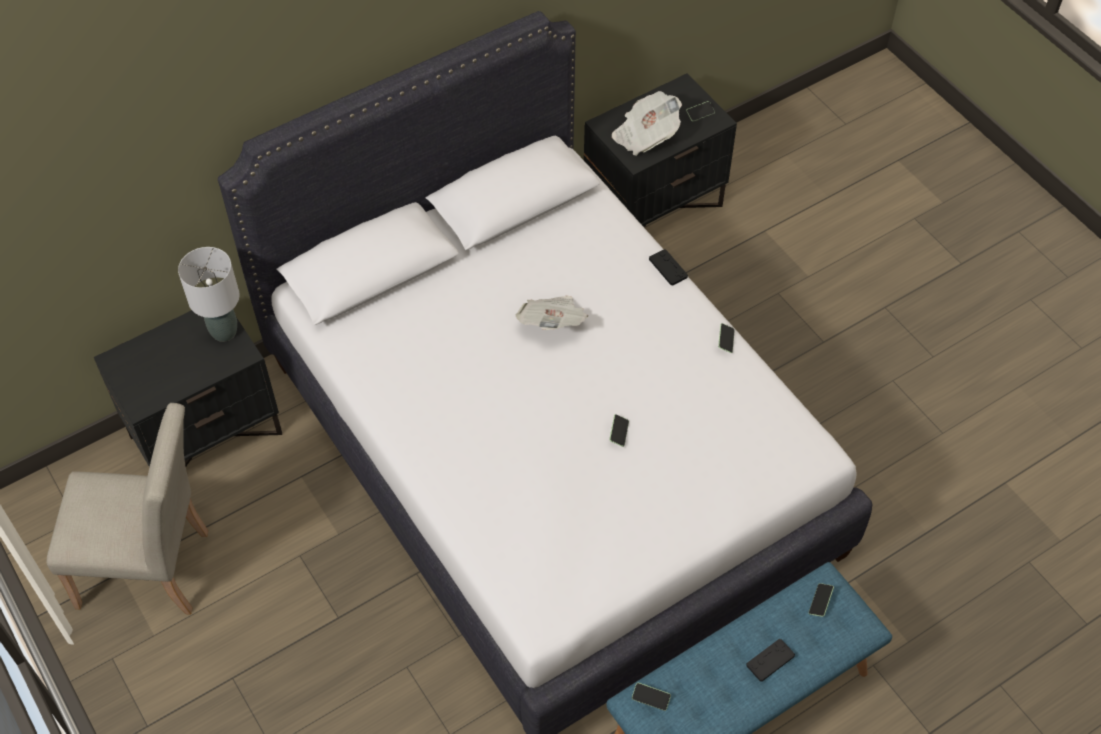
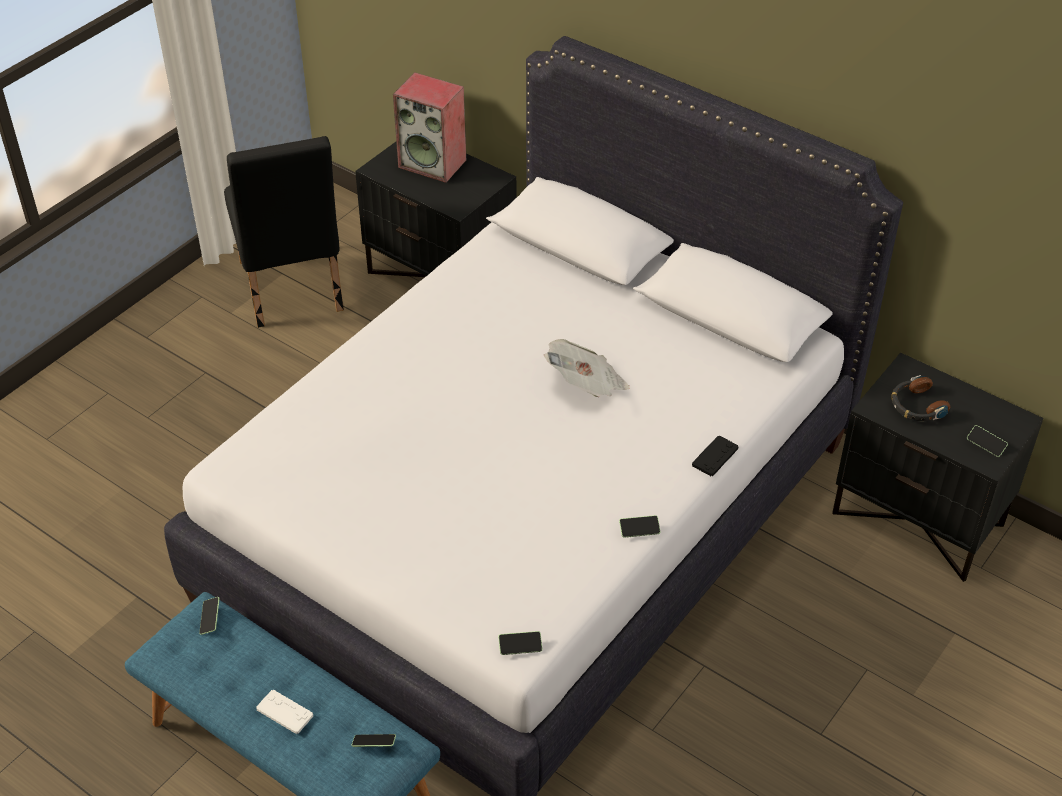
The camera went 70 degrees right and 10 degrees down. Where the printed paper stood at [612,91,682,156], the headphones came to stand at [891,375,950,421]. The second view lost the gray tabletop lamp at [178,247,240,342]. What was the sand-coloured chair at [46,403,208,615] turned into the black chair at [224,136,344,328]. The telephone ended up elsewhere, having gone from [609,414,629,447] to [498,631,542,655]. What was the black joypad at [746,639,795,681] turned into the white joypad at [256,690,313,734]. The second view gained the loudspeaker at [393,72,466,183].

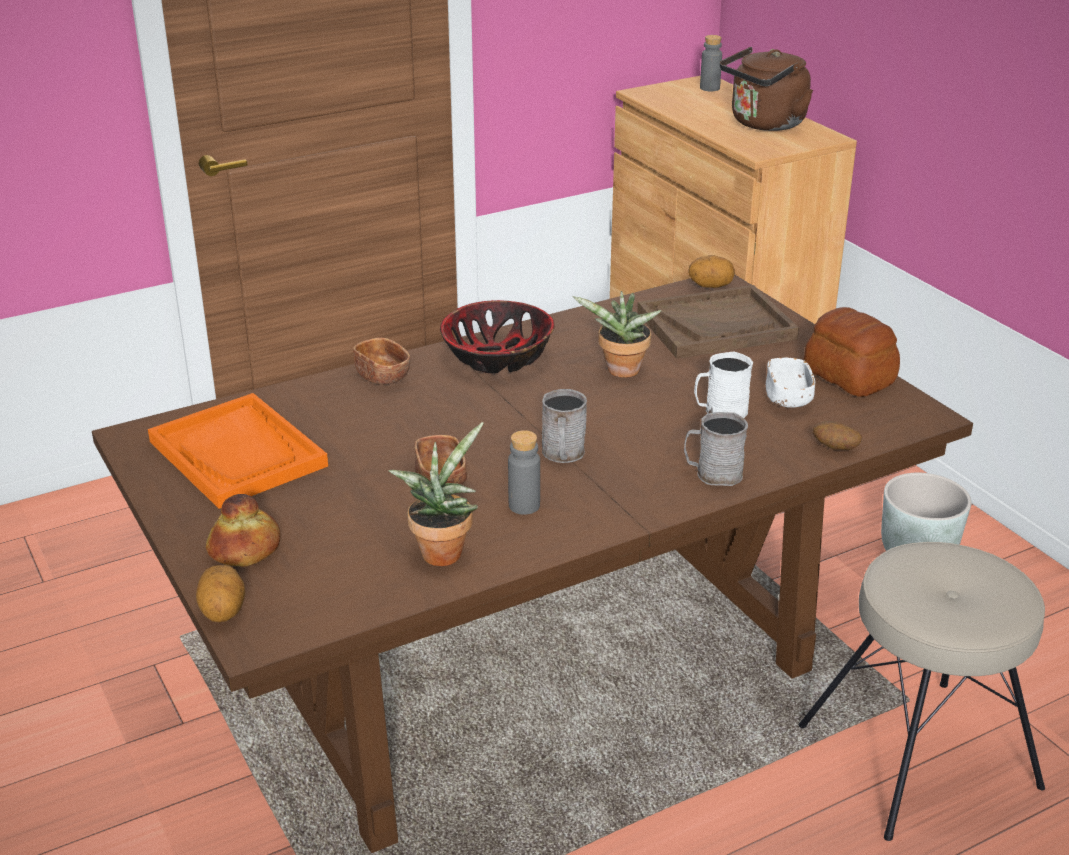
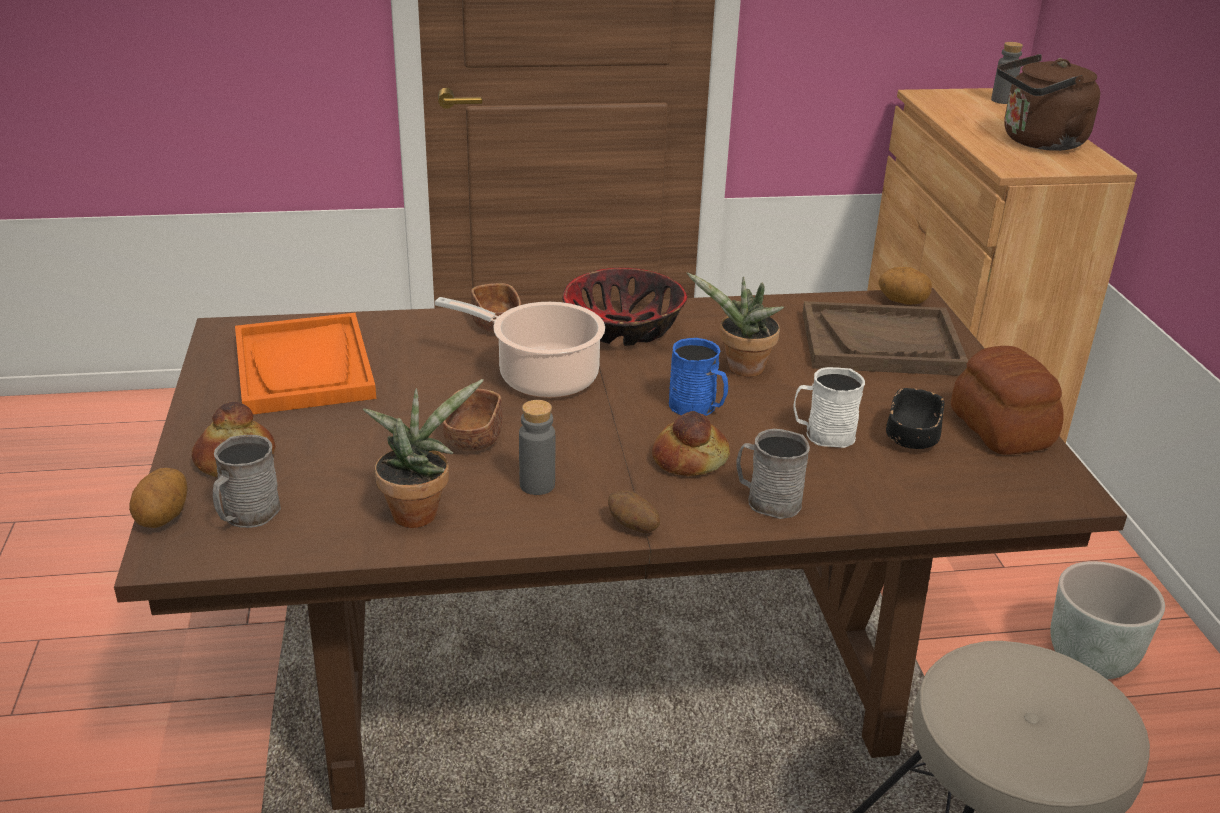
The camera went 20 degrees right and 0 degrees up. What was the white bowl at [766,358,815,408] turned into the black bowl at [886,388,944,449]. The gray mug ended up elsewhere, having gone from [542,389,587,463] to [213,435,281,528]. The whole potato ended up elsewhere, having gone from [813,421,862,450] to [608,491,660,533]. The second view gained the cooking pot at [435,297,605,398]. The second view gained the blue-coloured mug at [669,338,728,416]. The second view gained the bakery bread at [652,411,730,476].

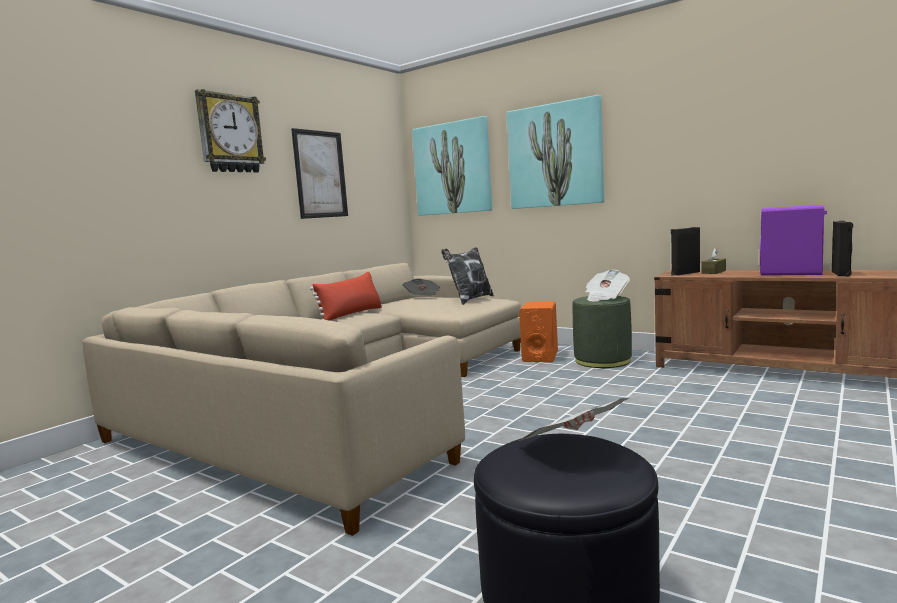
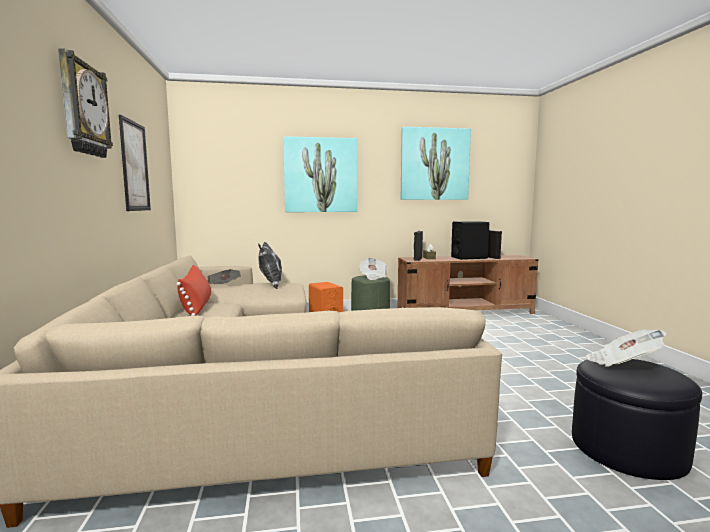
The camera went 45 degrees left and 0 degrees up. The picture ended up elsewhere, having gone from [412,116,492,216] to [401,127,471,200]. What was the purple-coloured loudspeaker at [760,205,827,276] turned into the black loudspeaker at [451,221,489,260].

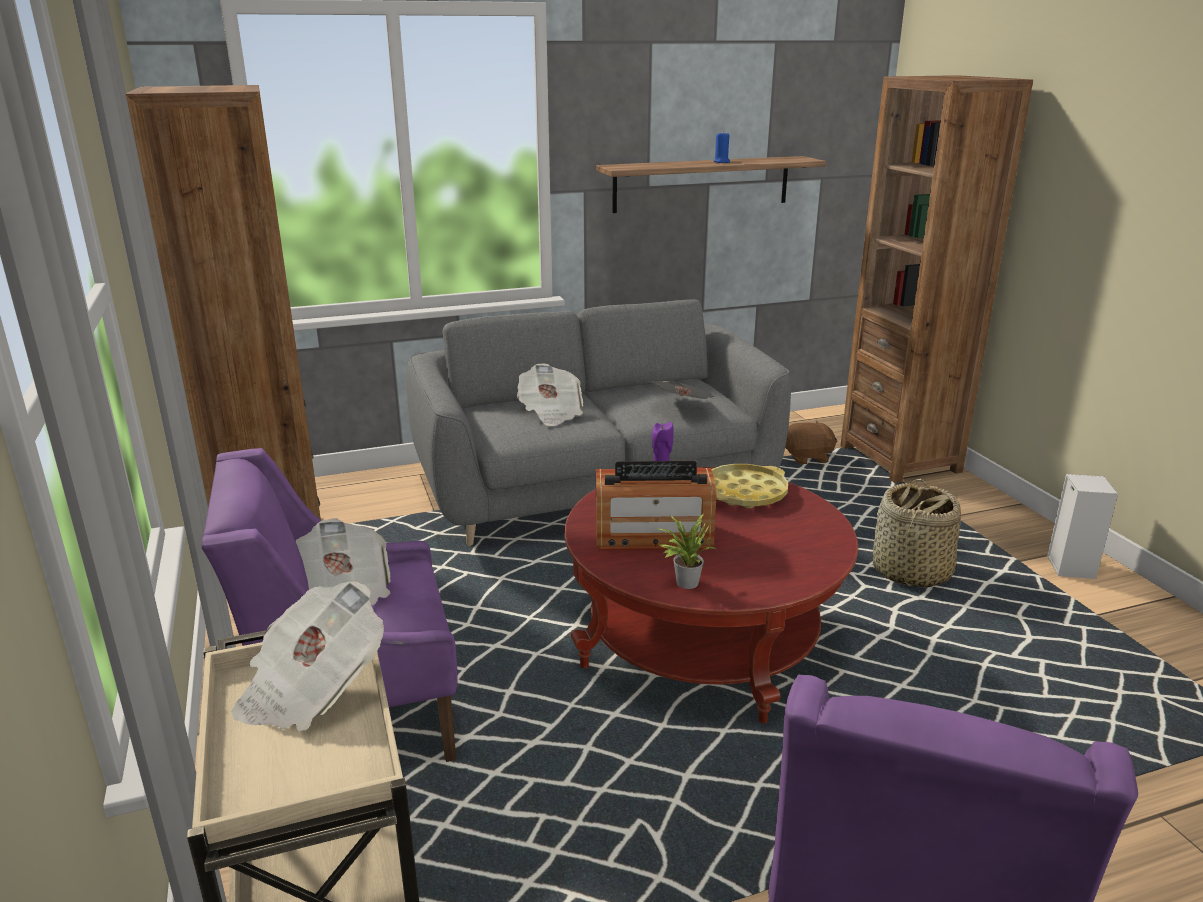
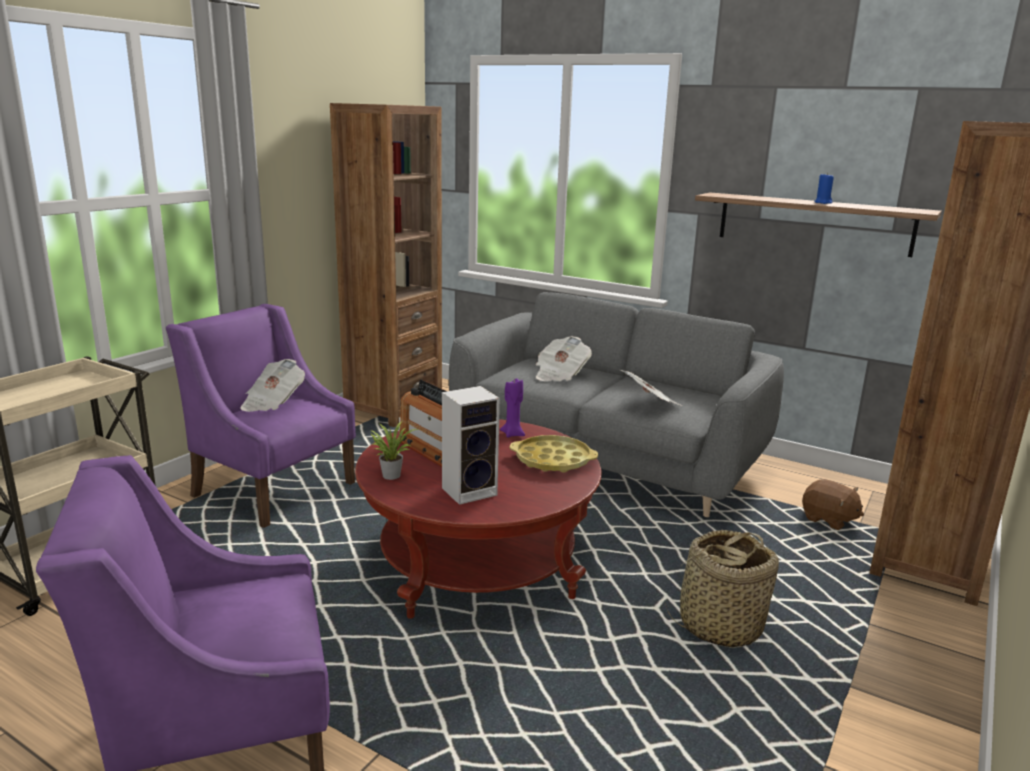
The camera went 50 degrees right and 5 degrees down. The loudspeaker ended up elsewhere, having gone from [1047,474,1118,579] to [442,386,500,505]. The second view lost the printed paper at [232,581,384,731].

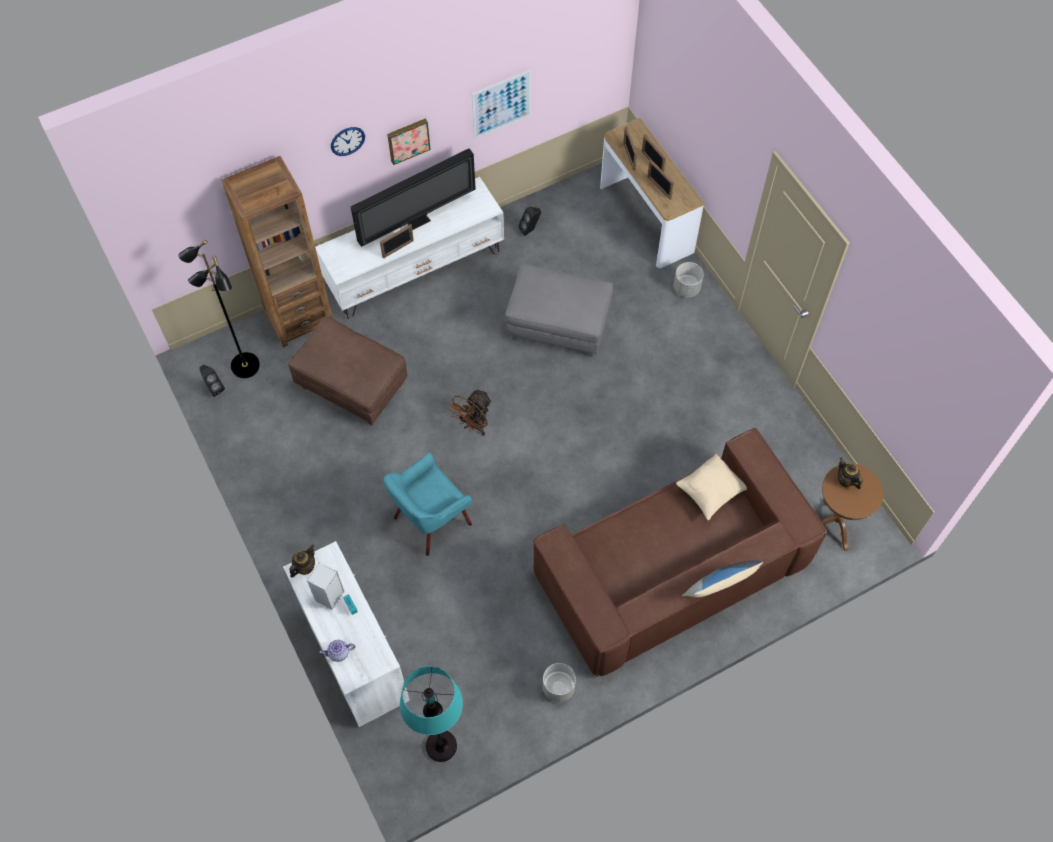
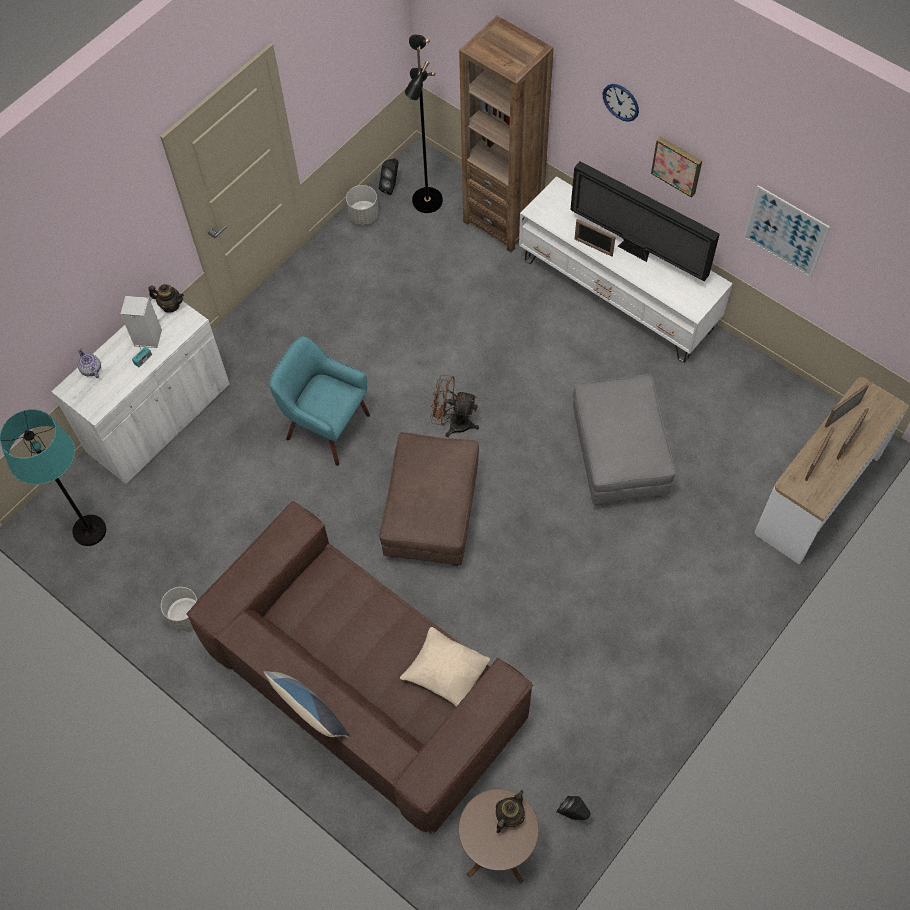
The camera went 70 degrees right and 0 degrees up. The black loudspeaker ended up elsewhere, having gone from [518,207,541,236] to [556,796,591,820]. The gray flower pot ended up elsewhere, having gone from [674,262,704,297] to [346,185,379,225]. The brown ottoman ended up elsewhere, having gone from [288,316,407,425] to [379,432,479,566].

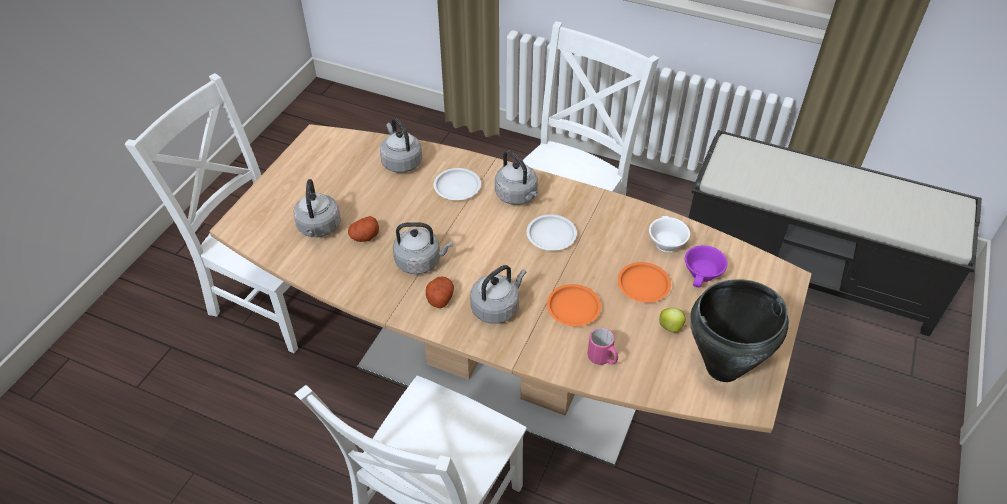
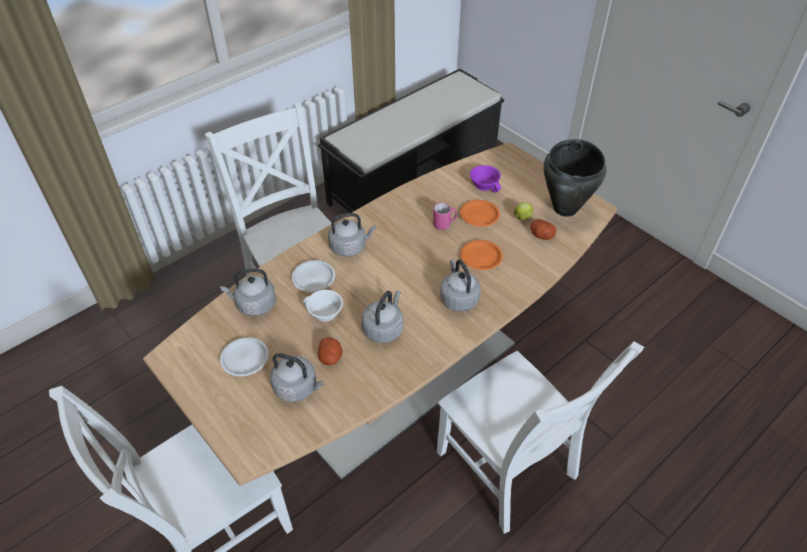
The camera went 65 degrees left and 0 degrees up. The white flat dish ended up elsewhere, having gone from [527,214,577,251] to [220,337,269,376]. The white small cup ended up elsewhere, having gone from [649,216,690,252] to [303,290,343,322]. The whole potato ended up elsewhere, having gone from [426,276,454,308] to [530,219,556,240]. The pinkish mug ended up elsewhere, having gone from [588,328,618,365] to [433,203,457,230].

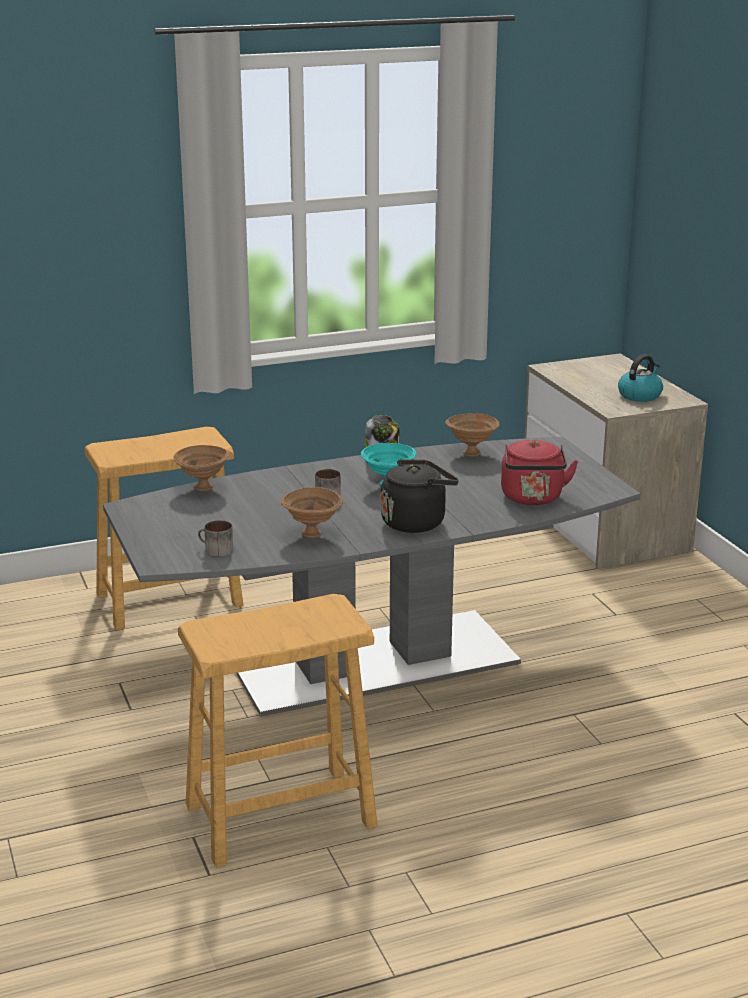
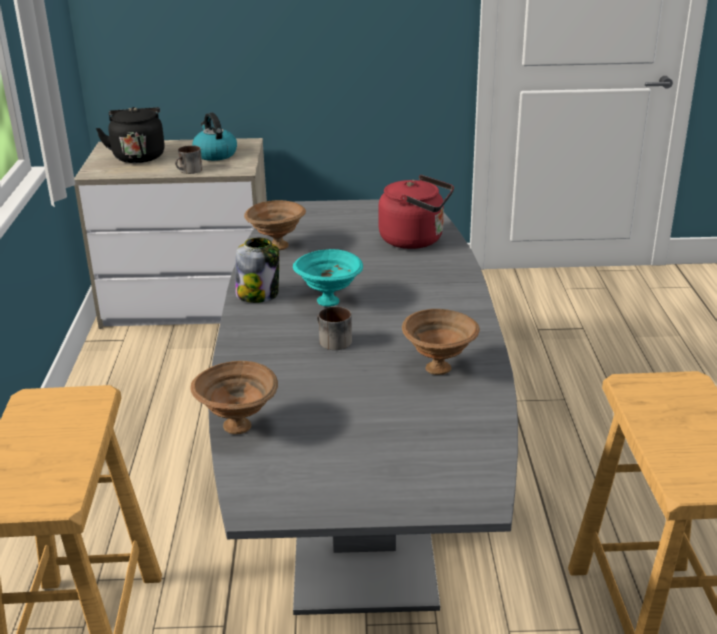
The camera went 70 degrees left and 5 degrees up. The black kettle ended up elsewhere, having gone from [381,459,459,533] to [96,107,165,163]. The mug ended up elsewhere, having gone from [198,520,233,557] to [175,145,203,174].

